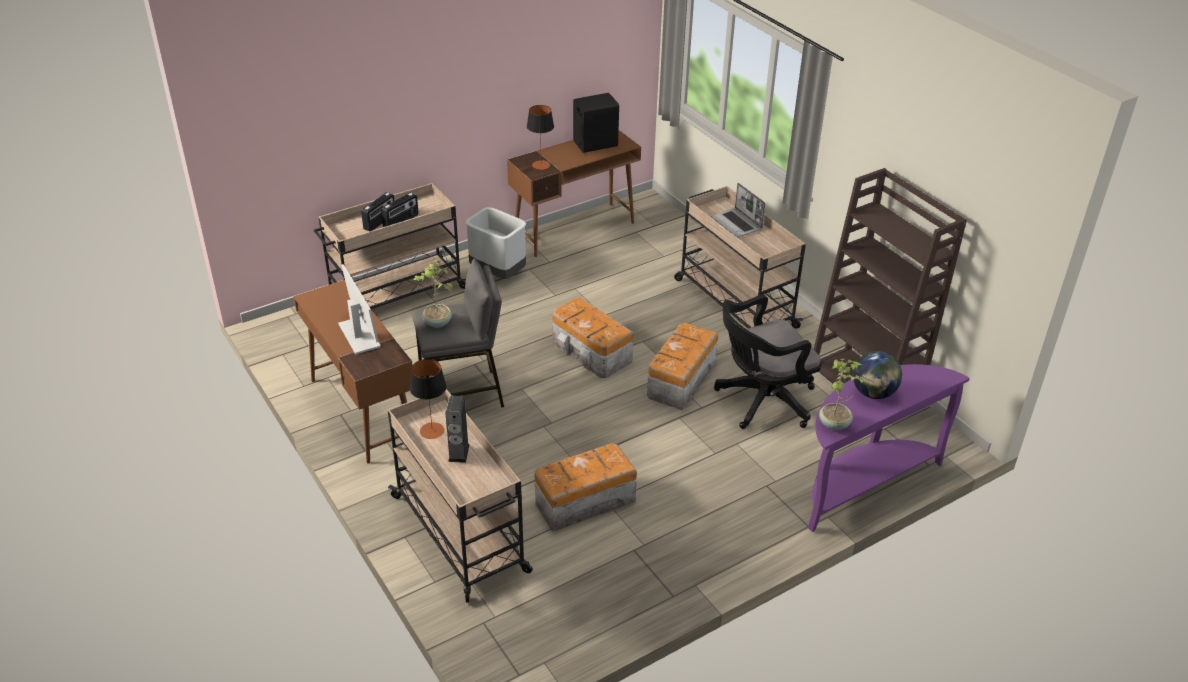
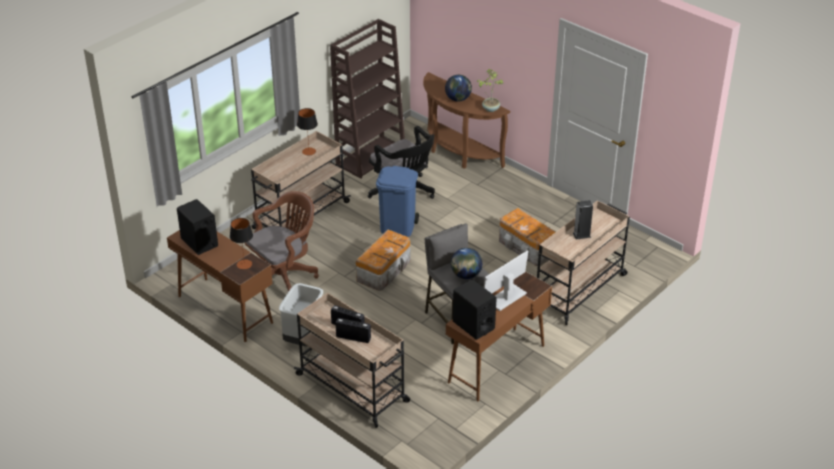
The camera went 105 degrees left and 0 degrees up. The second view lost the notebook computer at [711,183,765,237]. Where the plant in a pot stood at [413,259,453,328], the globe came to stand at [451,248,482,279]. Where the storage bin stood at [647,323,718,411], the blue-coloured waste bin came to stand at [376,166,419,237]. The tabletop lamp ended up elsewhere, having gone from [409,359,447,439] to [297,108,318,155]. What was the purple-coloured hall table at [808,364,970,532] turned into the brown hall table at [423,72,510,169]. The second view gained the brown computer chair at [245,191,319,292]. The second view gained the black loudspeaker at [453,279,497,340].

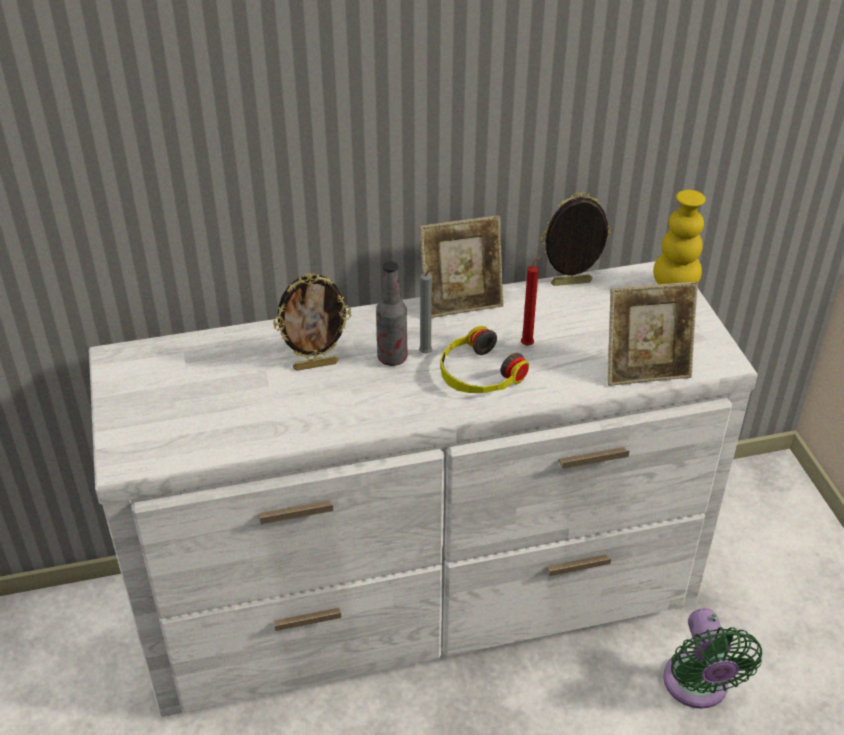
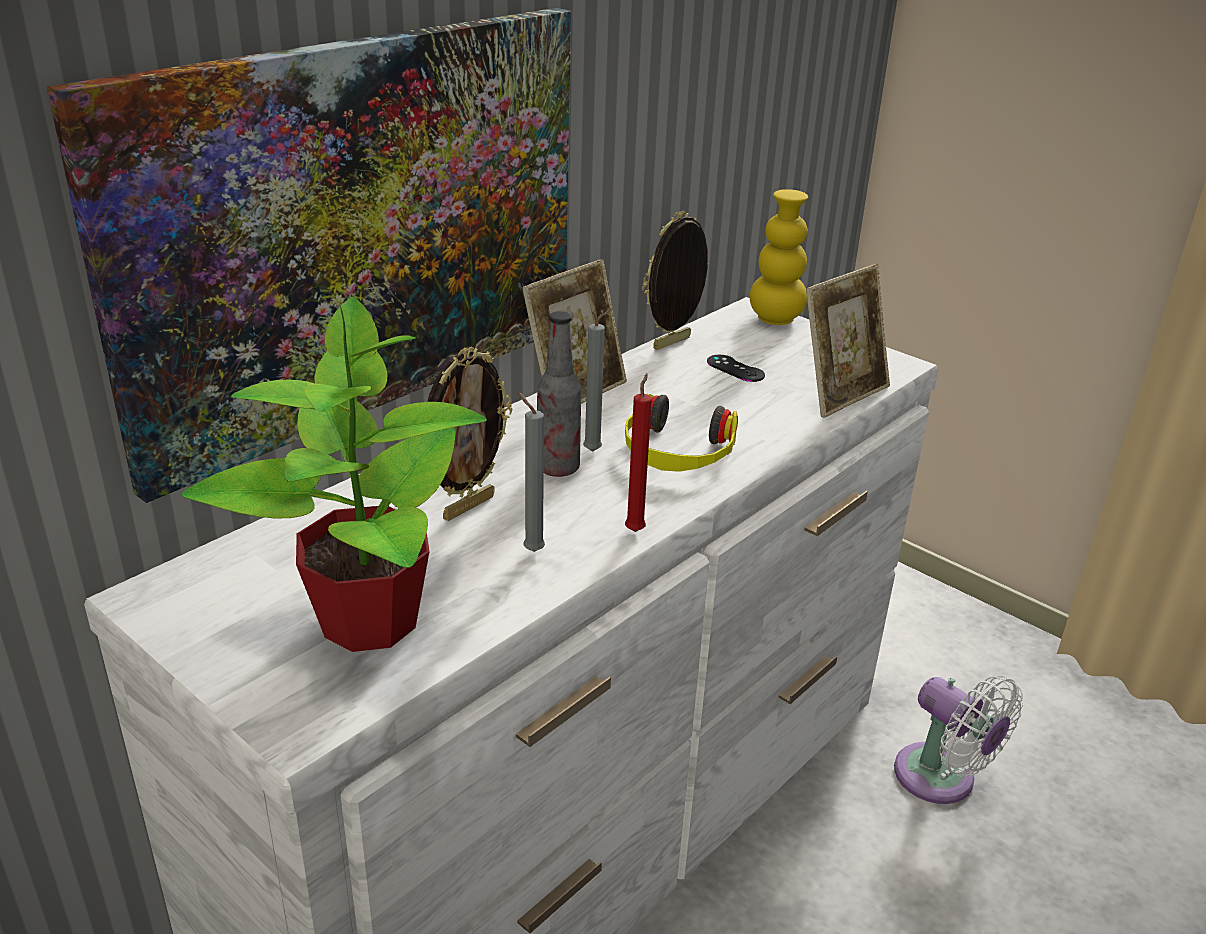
The camera went 35 degrees left and 10 degrees down. The red wax light ended up elsewhere, having gone from [521,255,542,346] to [625,373,652,532]. What was the green-coloured cooling fan at [663,608,762,709] turned into the white cooling fan at [894,676,1023,804]. The second view gained the picture at [47,8,571,503]. The second view gained the plant in a pot at [182,297,487,652]. The second view gained the black joypad at [707,355,765,382]. The second view gained the gray wax light at [518,393,545,552].

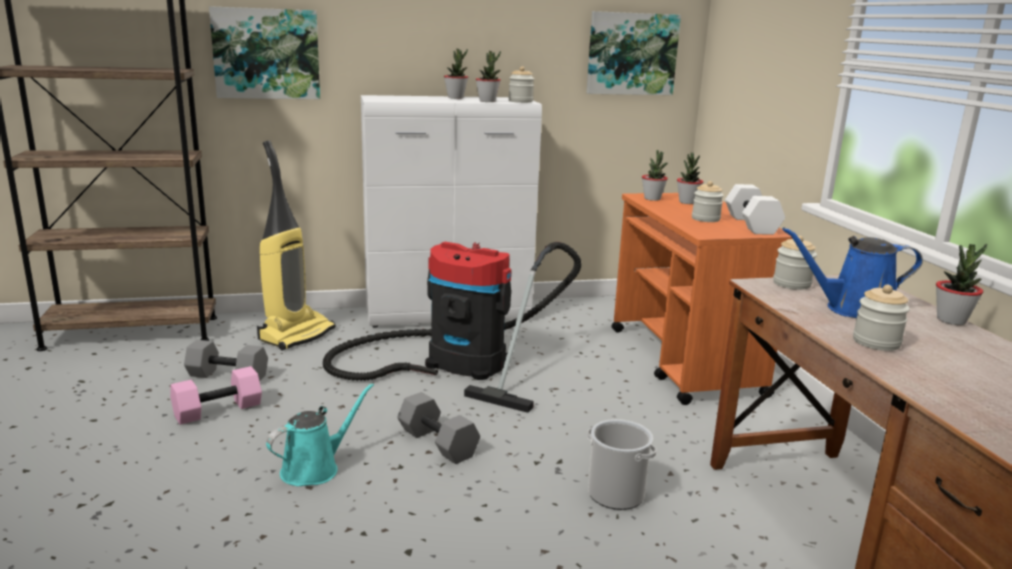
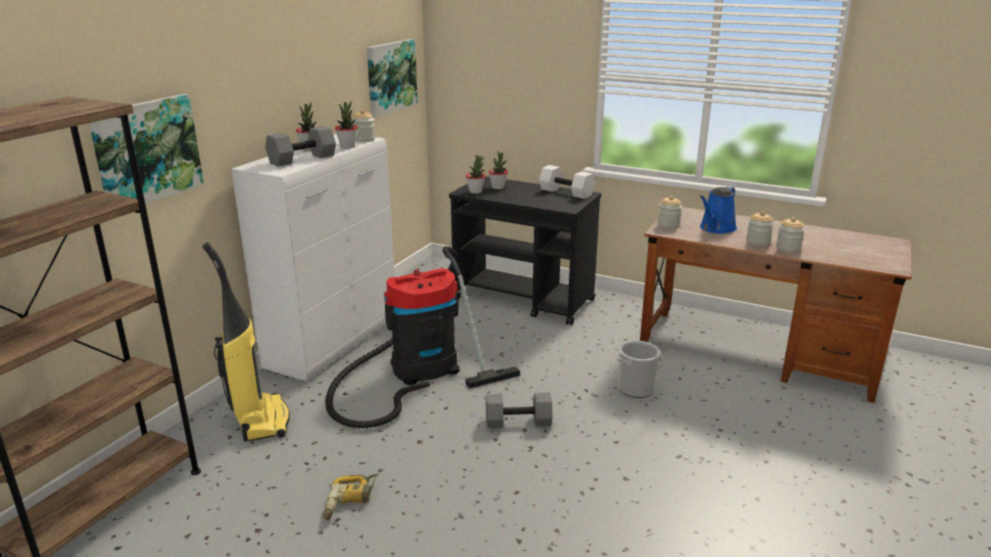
The camera went 50 degrees left and 5 degrees up. The preserve jar ended up elsewhere, having gone from [692,181,724,222] to [776,217,805,253]. What was the orange-coloured trolley at [611,193,793,405] turned into the black trolley at [449,176,601,325]. The second view lost the plant in a pot at [936,244,987,325]. The gray free weight ended up elsewhere, having gone from [184,340,268,381] to [265,126,336,166]. Where the pinkish free weight stood at [170,366,262,425], the electric drill came to stand at [323,473,379,520]. The second view lost the turquoise watering can at [266,383,374,486].

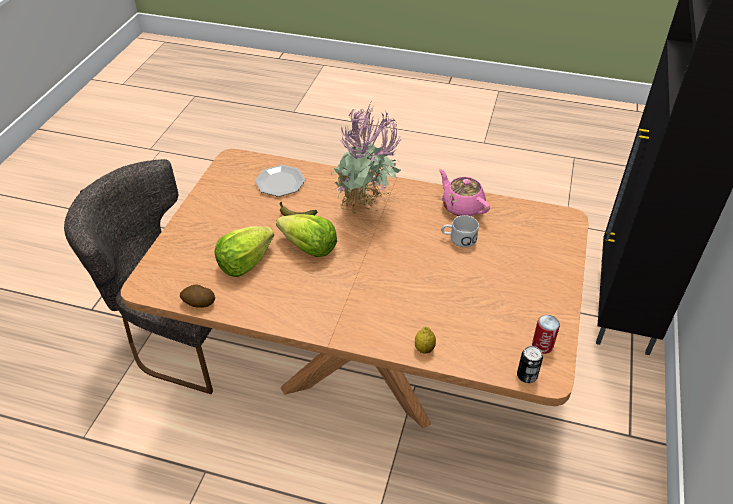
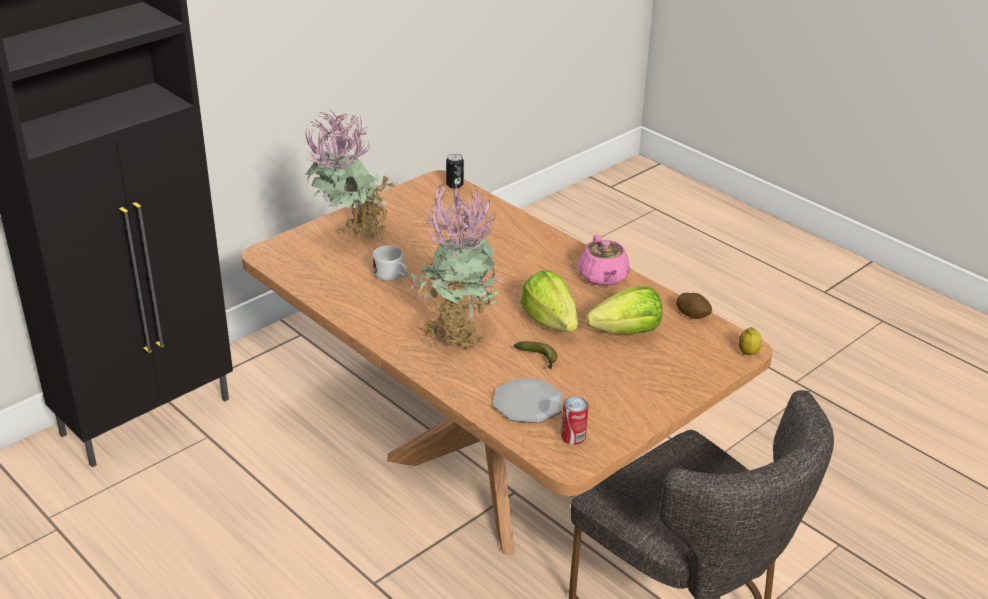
The camera went 150 degrees left and 10 degrees down. The pinkish tea pot ended up elsewhere, having gone from [439,169,490,216] to [578,235,630,286]. The metal can ended up elsewhere, having gone from [532,315,560,354] to [561,396,588,445]. The whole lemon ended up elsewhere, having gone from [415,327,436,353] to [739,327,762,355]. The second view gained the plant in a pot at [305,110,395,242].

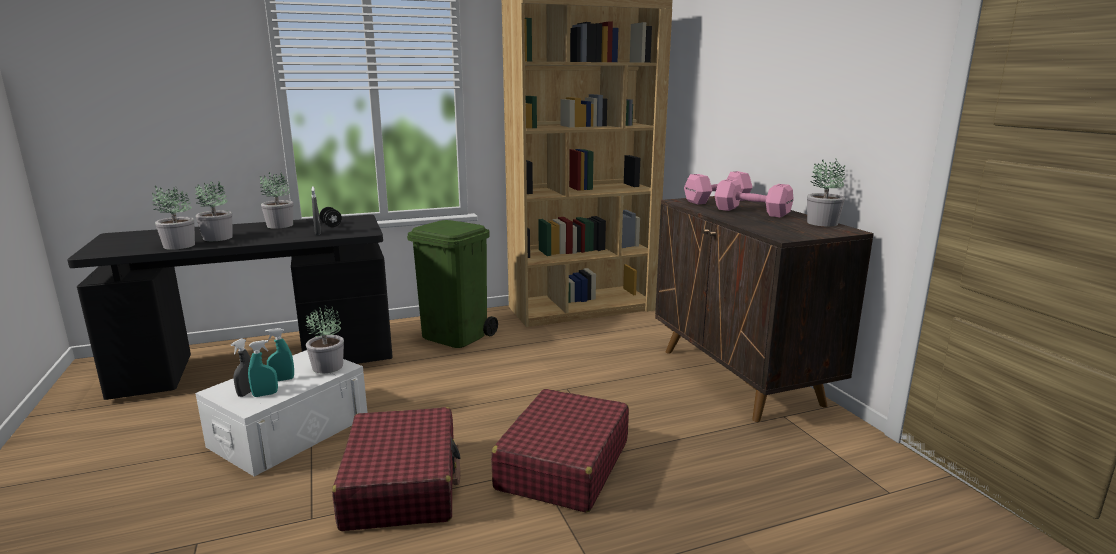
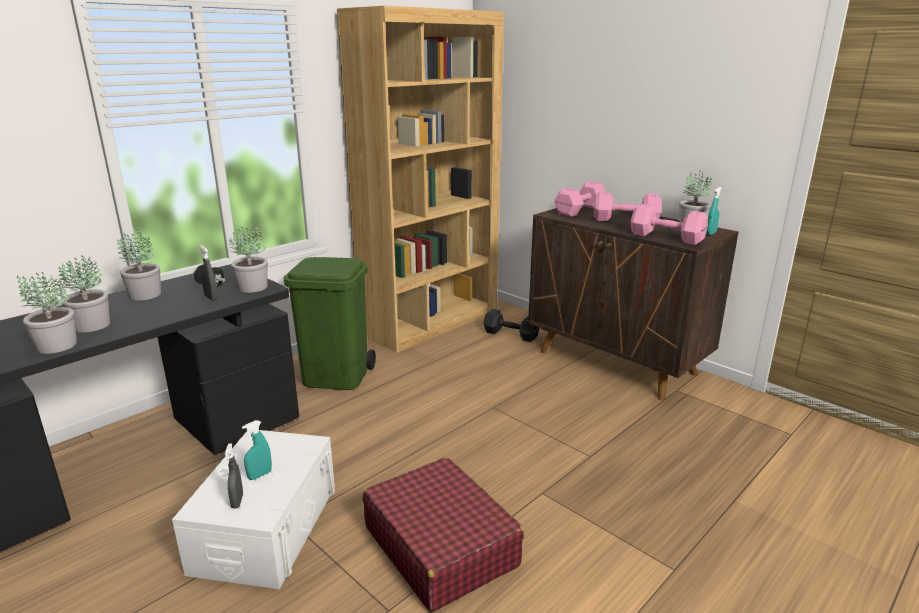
The camera went 25 degrees left and 5 degrees up. The plant in a pot ended up elsewhere, having gone from [305,305,344,374] to [229,227,268,293]. The turquoise hand sprayer ended up elsewhere, having gone from [248,340,278,397] to [706,187,722,235]. The second view lost the red suitcase at [491,389,629,513]. The second view gained the pinkish free weight at [630,204,708,245]. The second view gained the black free weight at [483,309,540,342].

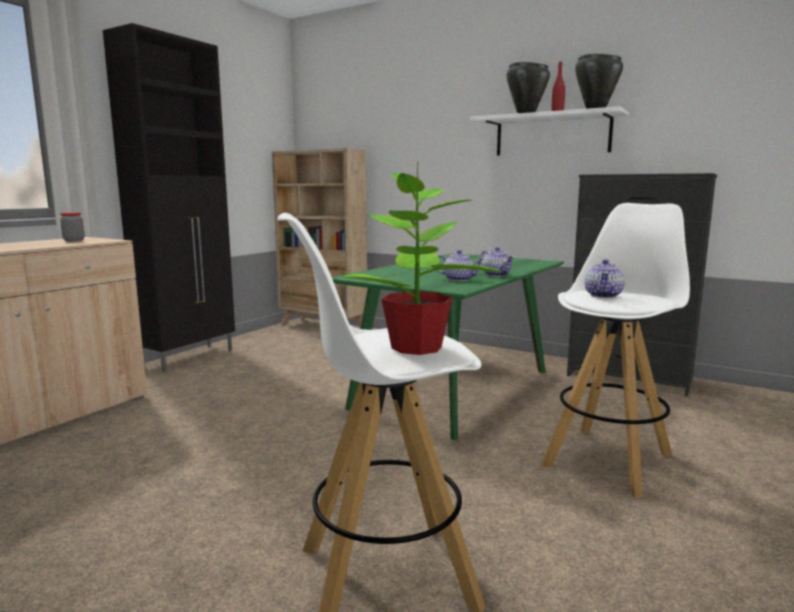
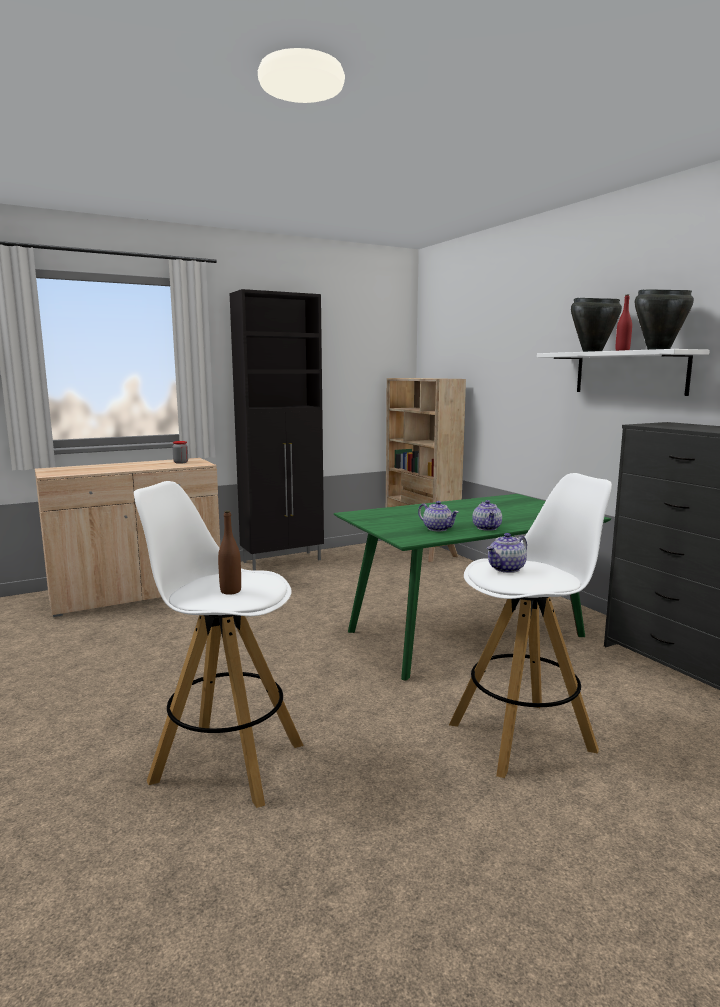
The camera went 30 degrees right and 0 degrees up. Where the plant in a pot stood at [342,164,503,355], the brown beverage bottle came to stand at [218,510,241,595].

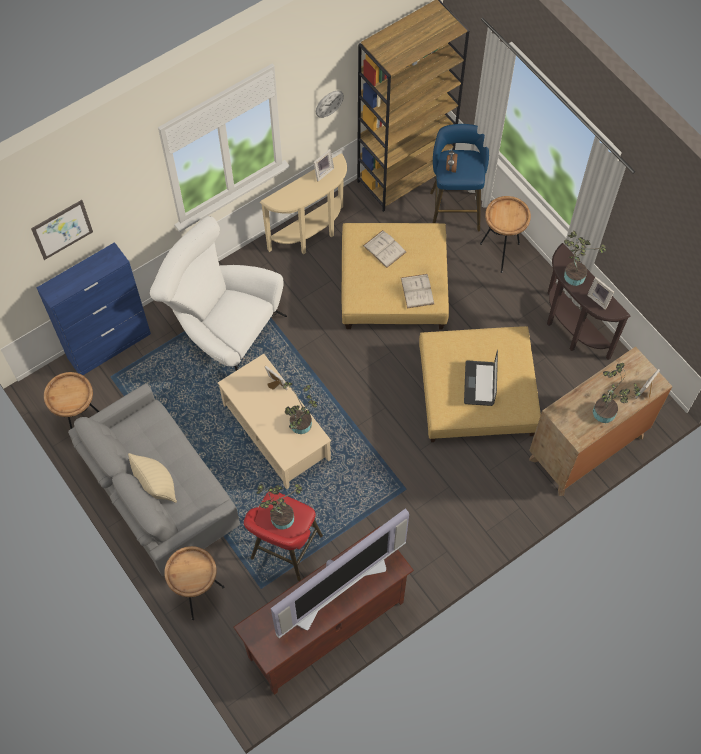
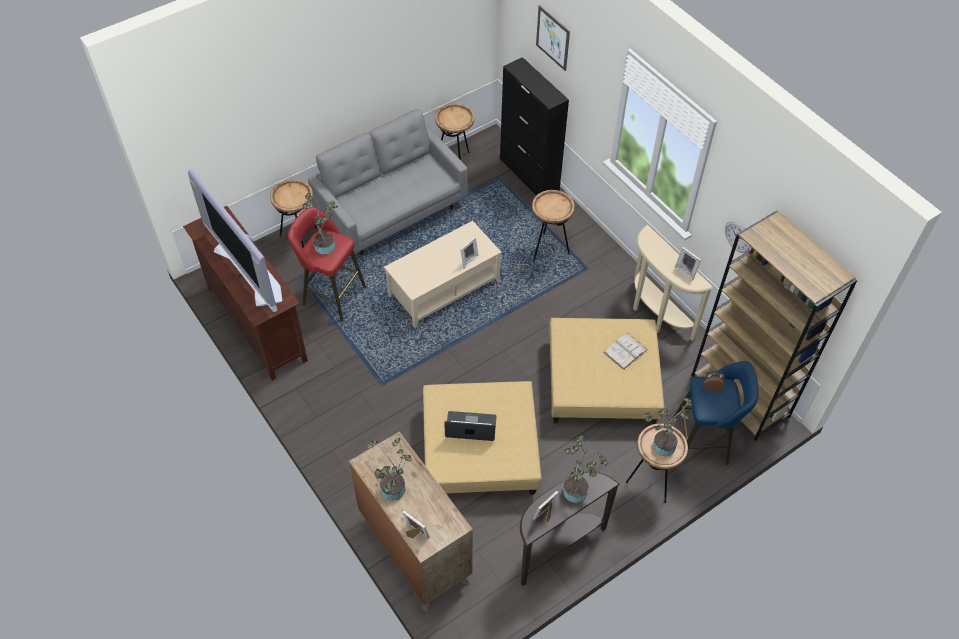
The camera went 90 degrees right and 10 degrees down. Where the white armchair stood at [150,216,287,371], the brown side table came to stand at [532,190,575,261]. What was the blue-coloured storage cabinet at [37,242,151,375] turned into the black storage cabinet at [500,57,569,195]. The second view lost the white book at [401,274,434,308]. The plant in a pot ended up elsewhere, having gone from [282,382,317,434] to [645,398,693,456]. The second view lost the sand-coloured throw pillow at [128,453,177,503].

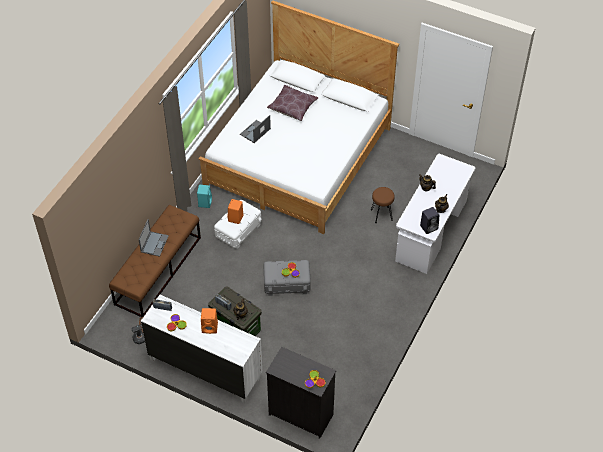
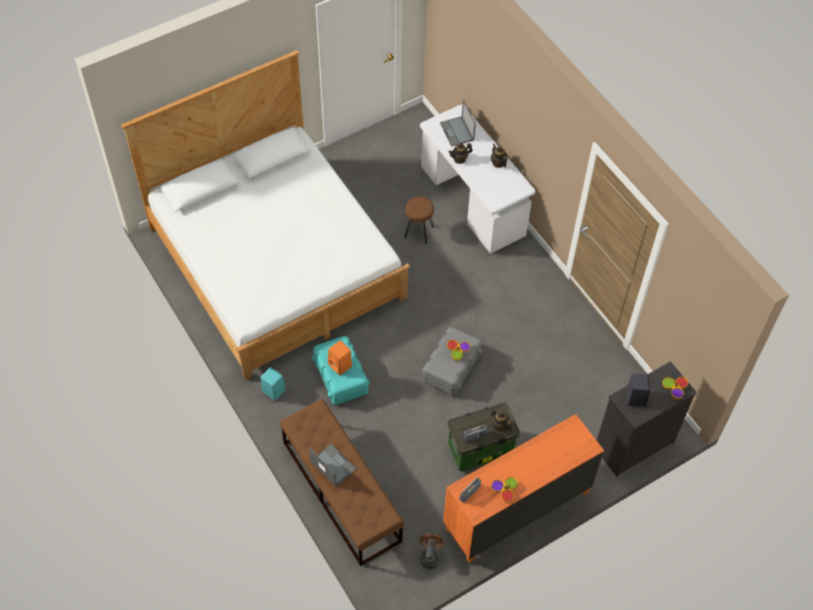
The camera went 60 degrees left and 5 degrees up. The second view lost the brown throw pillow at [267,85,318,121]. The notebook computer ended up elsewhere, having gone from [240,115,271,143] to [440,100,476,147]. What was the white storage bin at [214,200,262,249] turned into the turquoise storage bin at [312,336,370,405]. The black loudspeaker ended up elsewhere, having gone from [420,207,439,234] to [627,374,650,407]. What was the white dresser at [141,295,262,403] turned into the orange-coloured dresser at [443,414,604,563]. The second view lost the orange-coloured loudspeaker at [201,308,218,334].

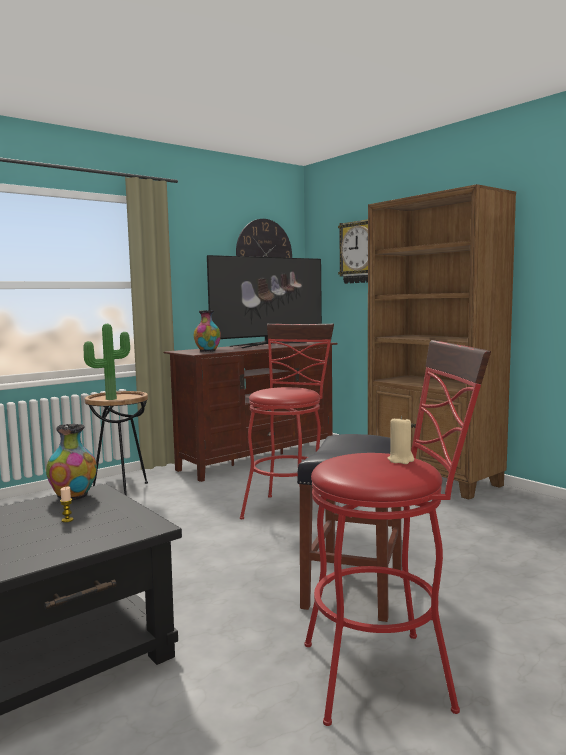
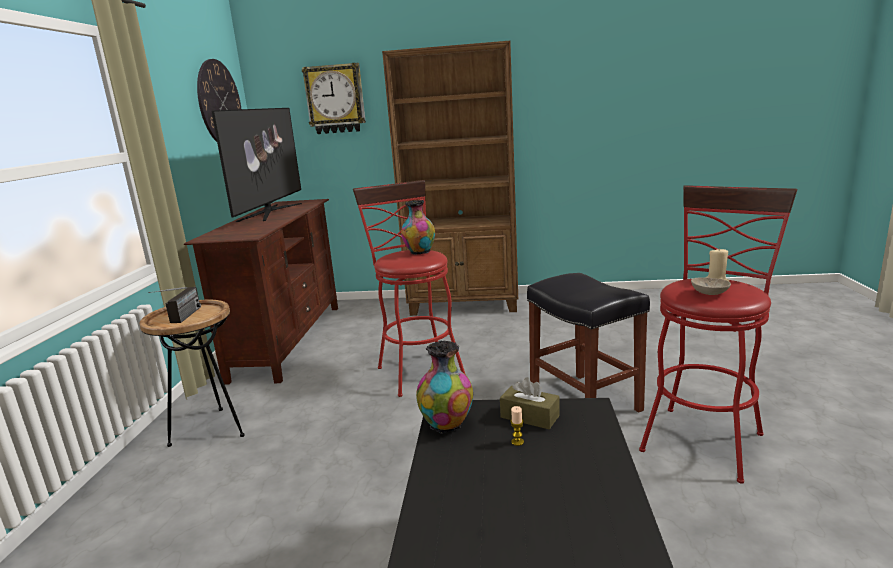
The camera went 45 degrees left and 10 degrees up. The decorative vase ended up elsewhere, having gone from [194,310,221,352] to [401,200,435,255]. Where the plant in a pot stood at [83,324,130,400], the radio came to stand at [148,287,201,323]. The second view gained the sand-coloured bowl at [691,277,731,295]. The second view gained the brown box of tissues at [500,377,560,429].

